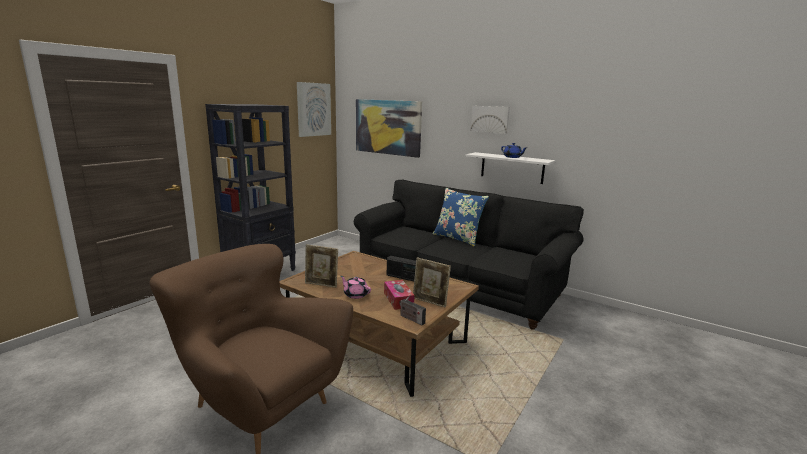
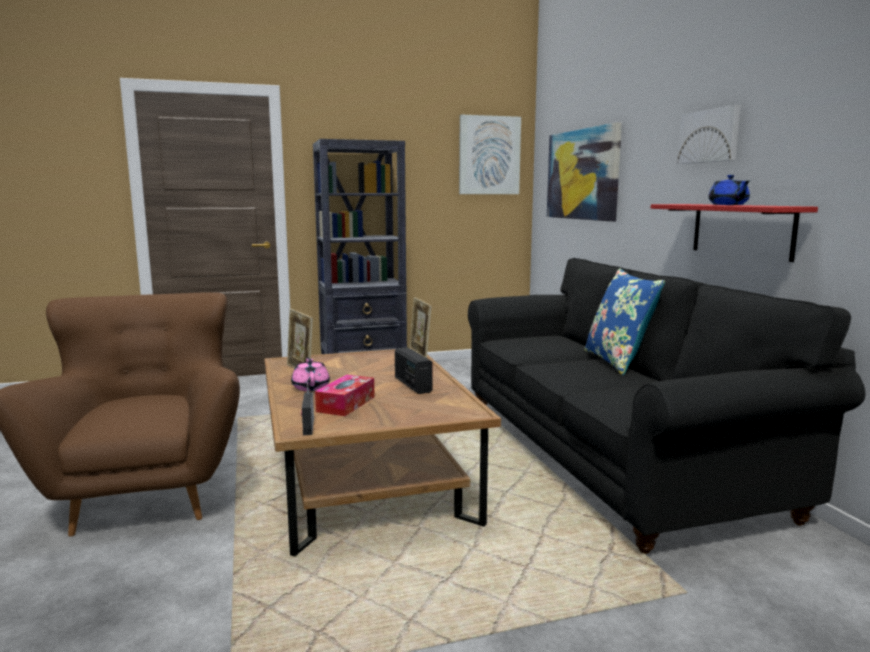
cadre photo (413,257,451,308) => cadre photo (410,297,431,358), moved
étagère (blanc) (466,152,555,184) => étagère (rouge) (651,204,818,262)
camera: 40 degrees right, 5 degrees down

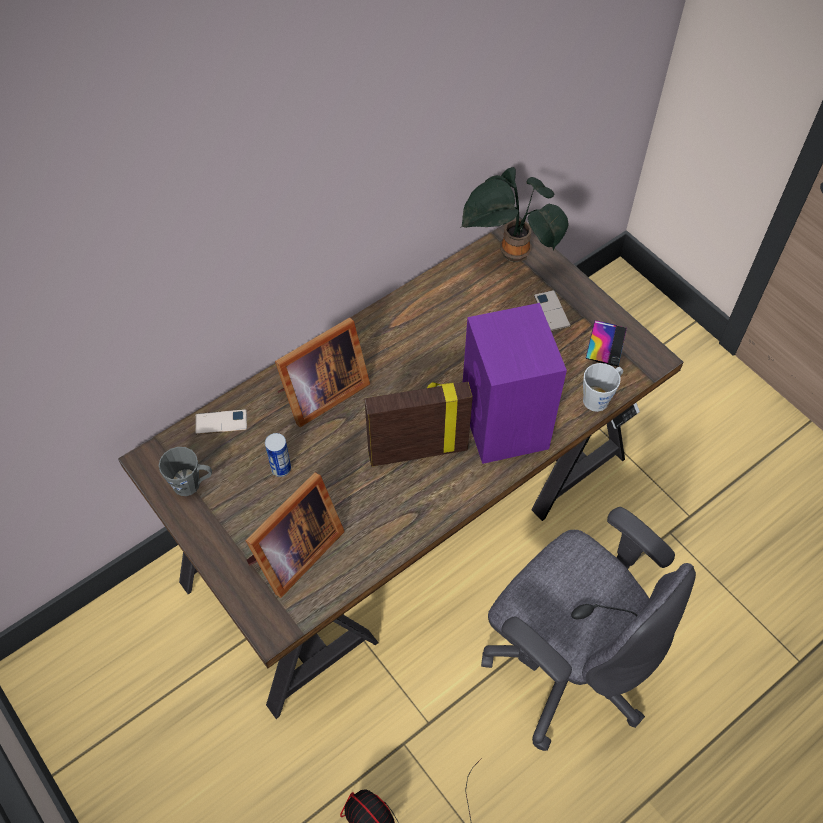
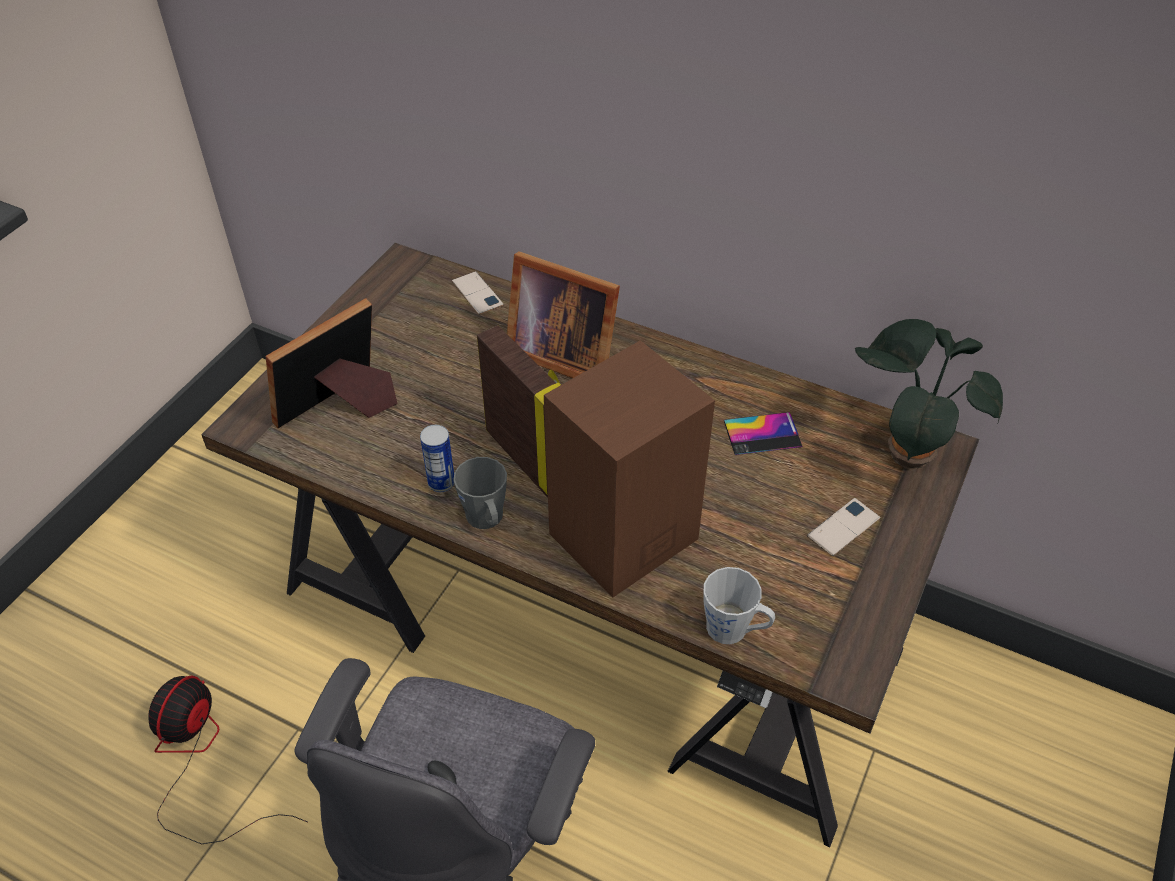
mug (gris) (159,447,212,496) => mug (gris) (453,457,507,529), moved
cadre photo (246,472,345,598) => cadre photo (266,298,398,428), 120 degrees clockwise
boîte métallique (265,433,291,477) => boîte métallique (420,425,454,492), moved
enceinte (violet) (463,303,567,464) => enceinte (marron) (544,340,715,598)
téléphone (586,320,627,367) => téléphone (724,412,802,455), moved
camera: 65 degrees right, 10 degrees down

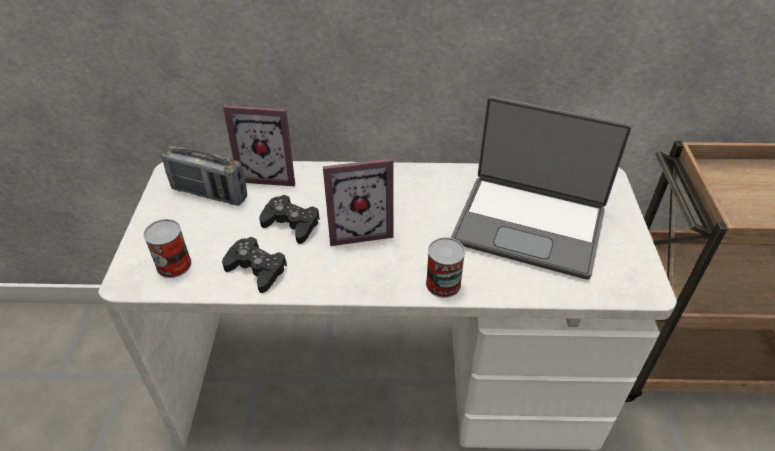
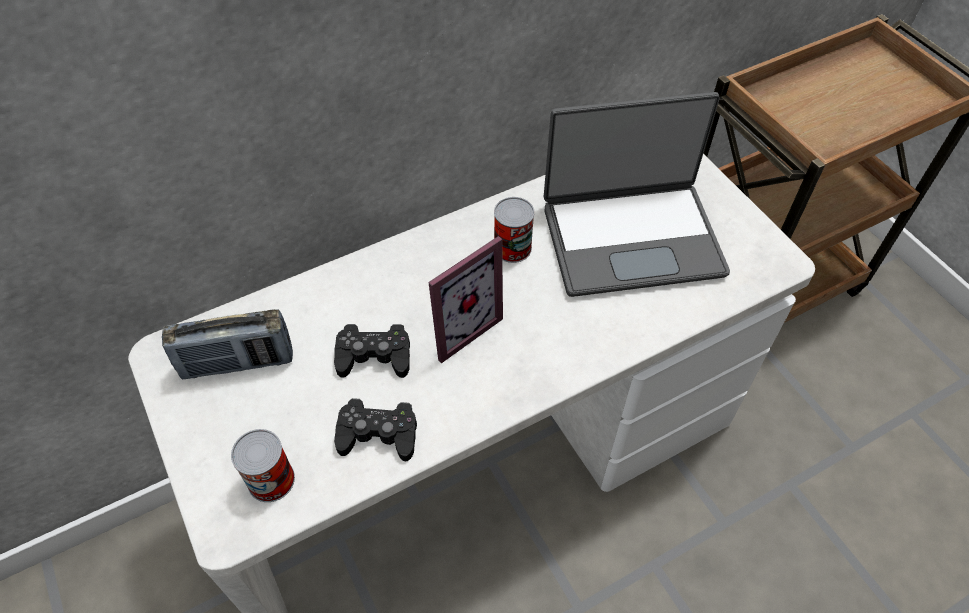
cadre photo (223,105,295,186) => nothing
boîte métallique (426,237,465,298) => boîte métallique (494,197,535,263), moved
camera: 30 degrees left, 10 degrees up

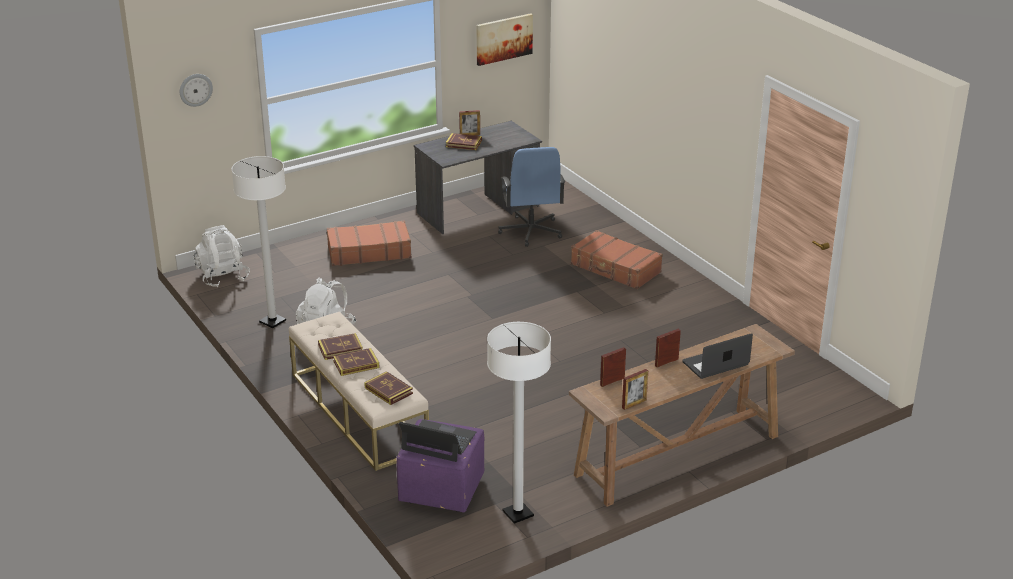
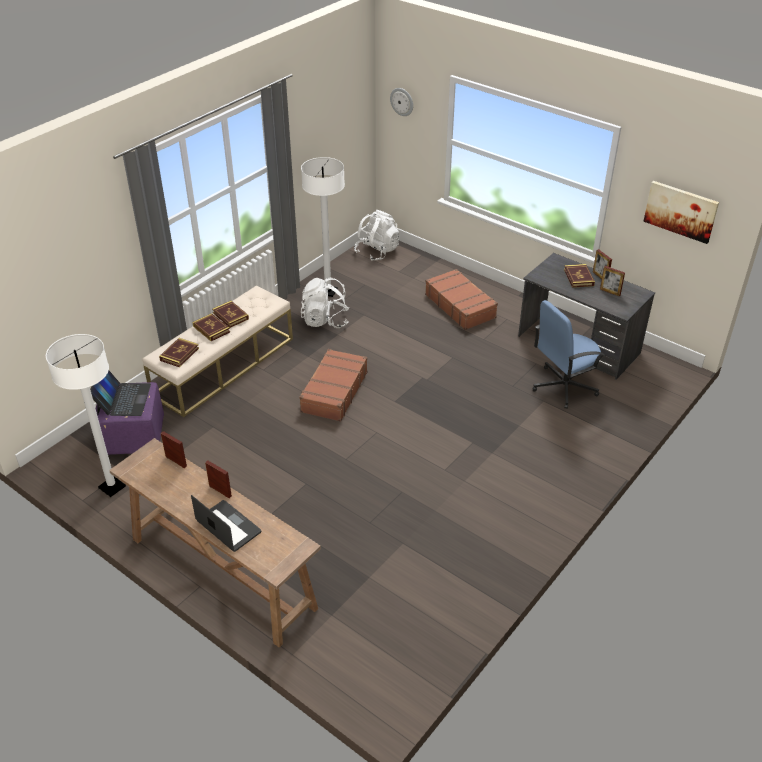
valise (marron) (571,230,663,289) => valise (marron) (299,349,368,422), moved
cadre photo (622,369,648,410) => cadre photo (600,266,625,296), moved
camera: 70 degrees right, 10 degrees up

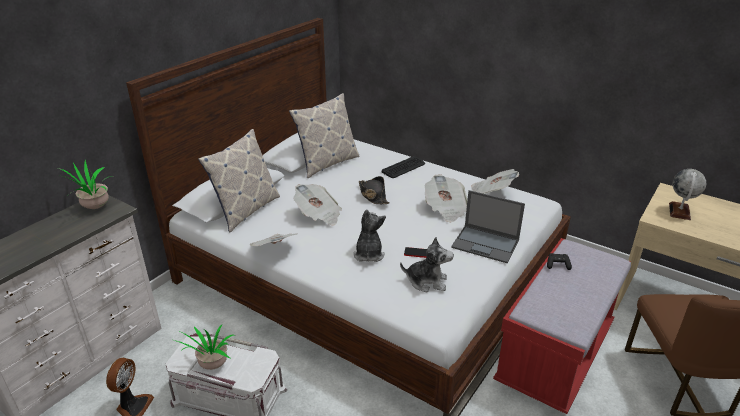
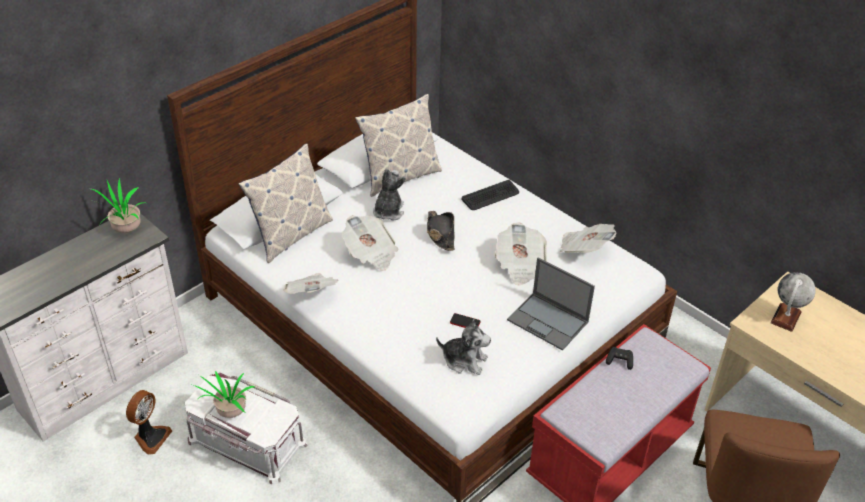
peluche (353,209,386,262) => peluche (373,169,406,221), moved
camera: 10 degrees right, 10 degrees up

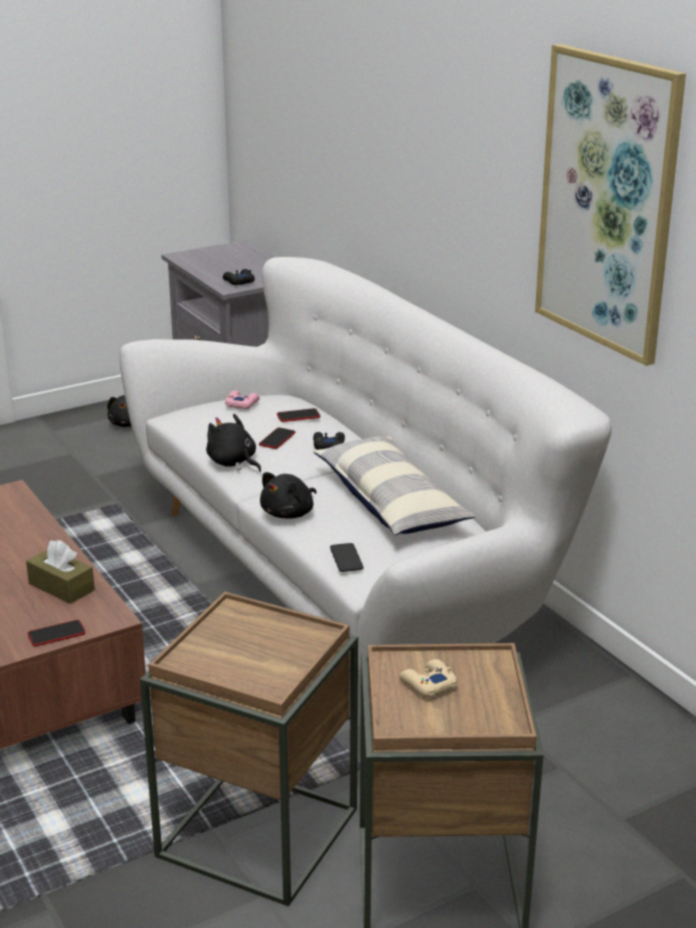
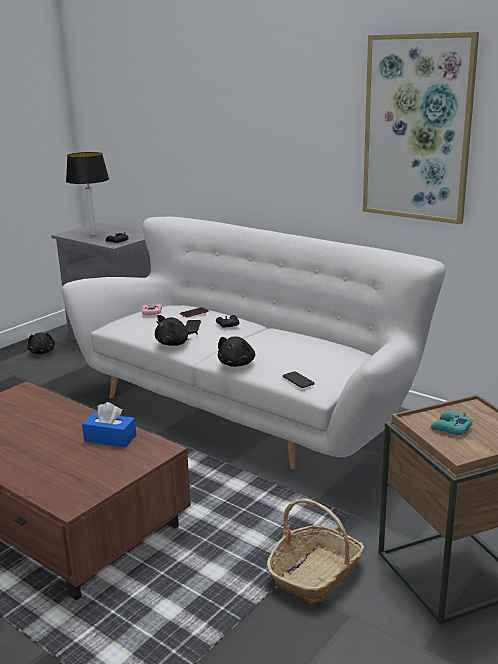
boîte à mouchoirs (marron) (26,540,95,604) => boîte à mouchoirs (bleu) (82,402,136,447)
téléphone (28,620,85,646) => nothing
table d'appoint (marron) (140,592,358,907) => panier (267,498,364,605)
peluche (noir) (206,414,261,472) => peluche (noir) (155,315,198,346), 60 degrees counterclockwise
coussin (313,436,476,535) => nothing
manette (beige) (399,659,457,697) => manette (turquoise) (431,411,473,435)
nothing => lampe de table (66,152,109,236)
camera: 20 degrees left, 5 degrees down

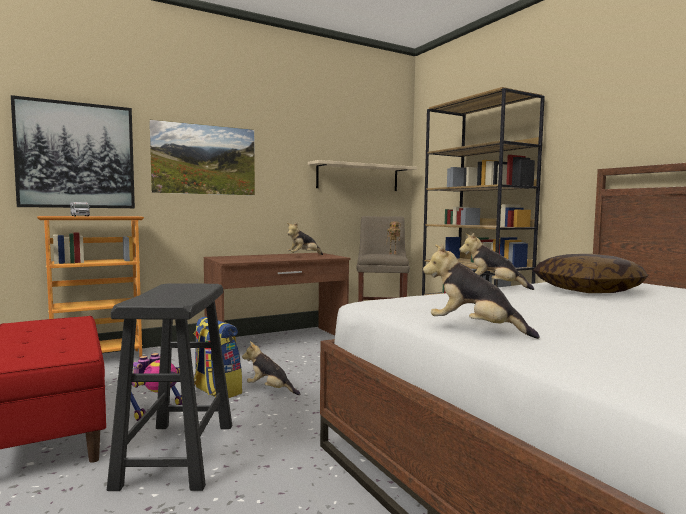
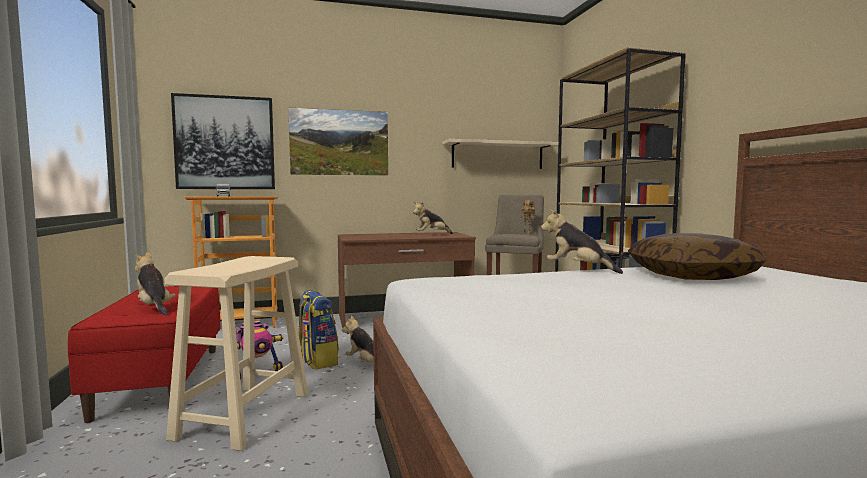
tabouret (noir) (107,283,232,491) => tabouret (beige) (164,256,308,451)
peluche (423,244,540,339) => peluche (135,252,175,315), moved
camera: 15 degrees right, 0 degrees up

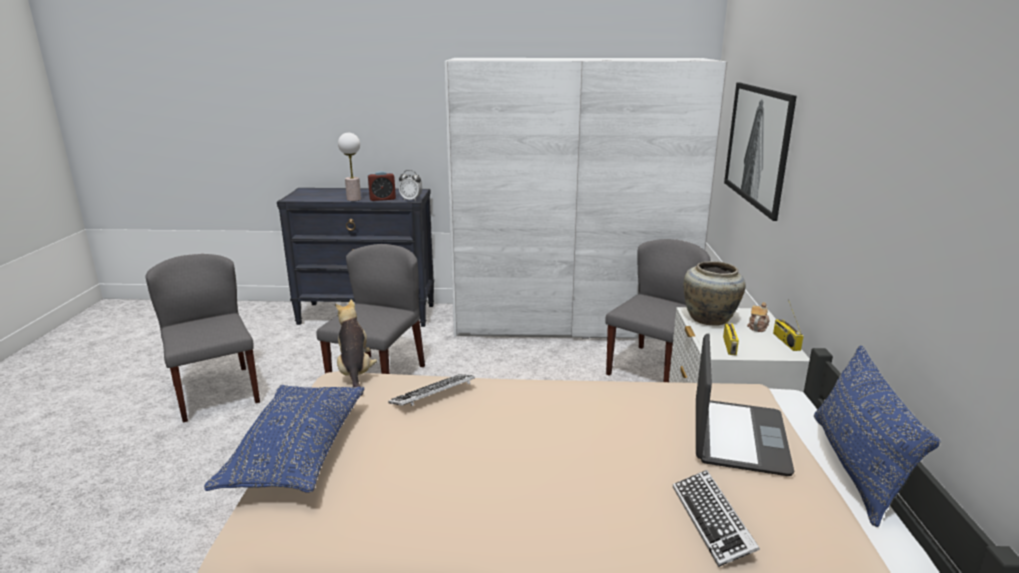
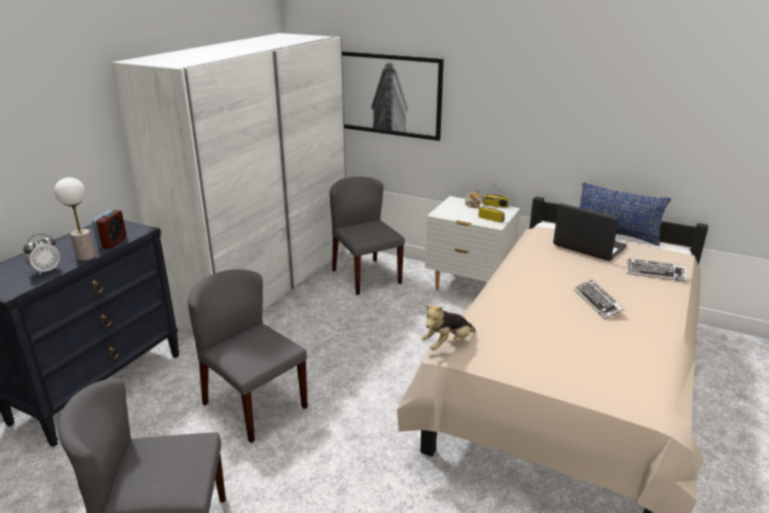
coussin (bleu) (204,385,365,493) => nothing
peluche (335,300,377,396) => peluche (421,305,476,350), 45 degrees counterclockwise
clavier (388,374,475,406) => clavier (574,280,624,319), moved
réveil (399,170,422,201) => réveil (23,234,60,275), moved
vase (beige) (683,261,746,326) => nothing
camera: 65 degrees left, 5 degrees up

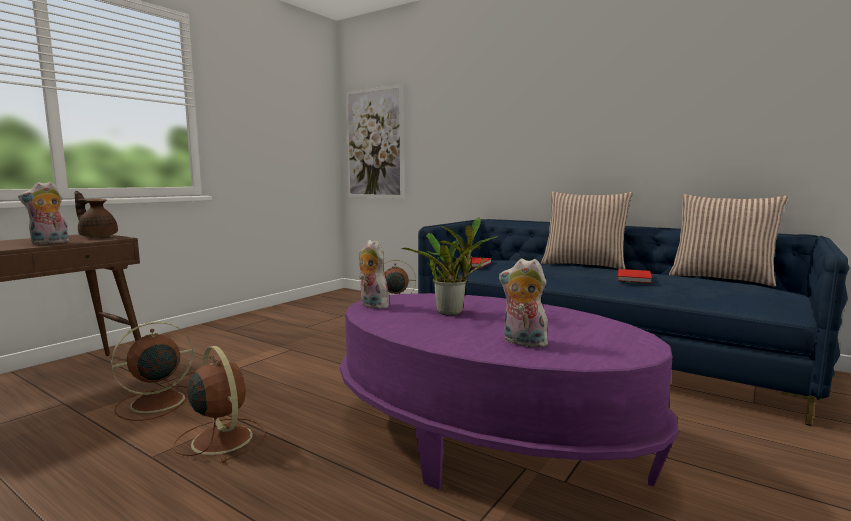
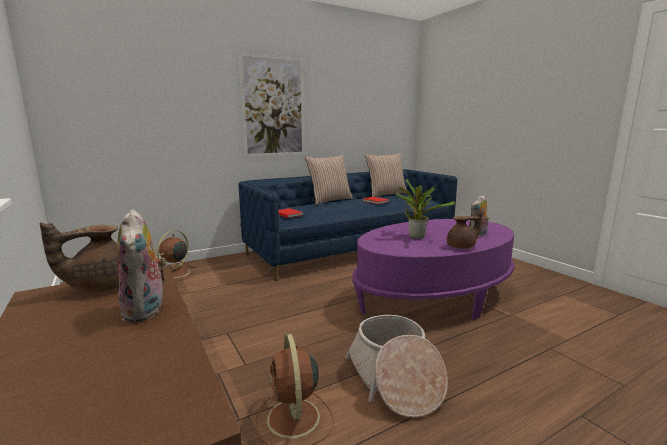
ventilateur (marron) (173,346,265,463) => panier (345,315,448,418)
tableau (345,84,404,198) => tableau (239,52,305,157), moved
peluche (359,240,389,309) => nothing
nothing => théière (marron) (447,209,482,249)
camera: 65 degrees left, 5 degrees up

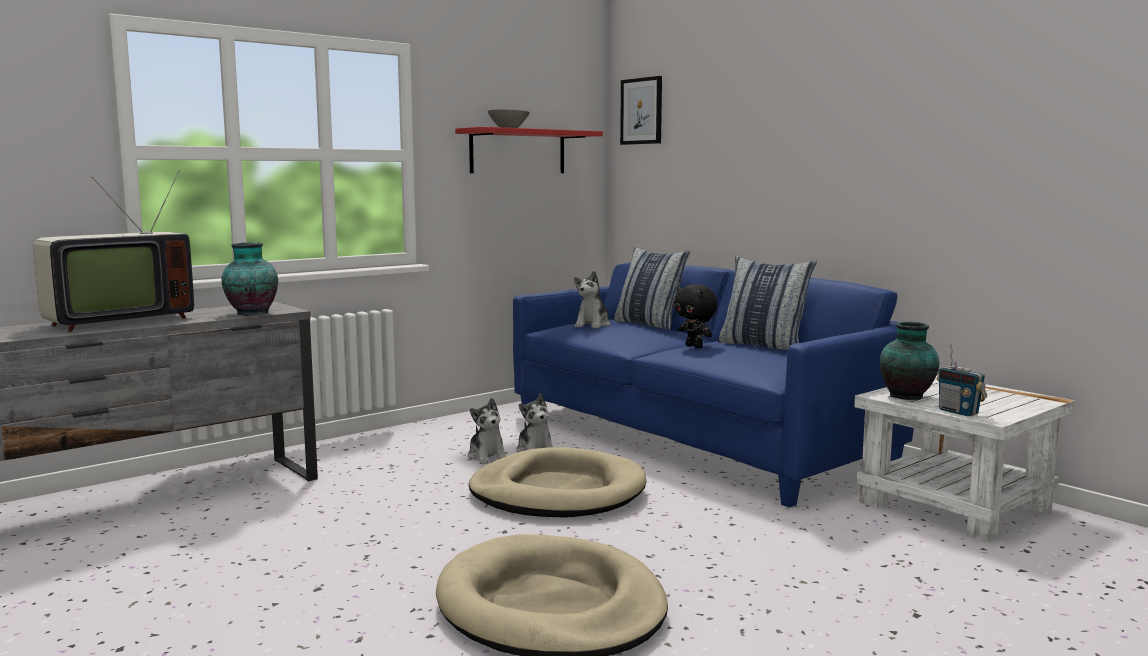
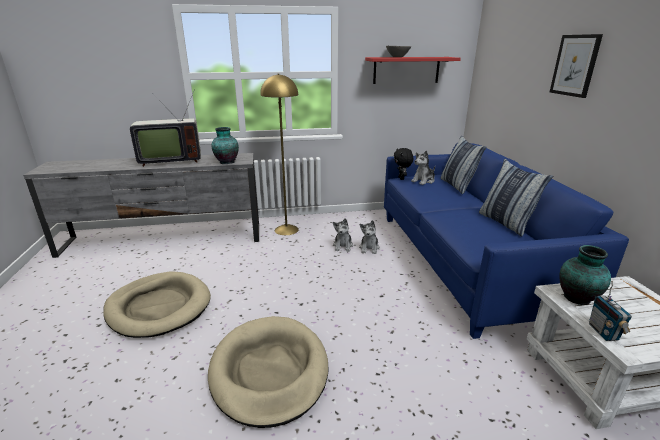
panier pour chien (beige) (469,447,646,517) => panier pour chien (beige) (103,271,211,338), moved
tableau (620,76,662,145) => tableau (550,34,603,98), moved
peluche (noir) (674,284,718,348) => peluche (noir) (394,148,413,180), moved
nothing => lampadaire (jaune) (260,74,299,235)
camera: 30 degrees right, 15 degrees up

